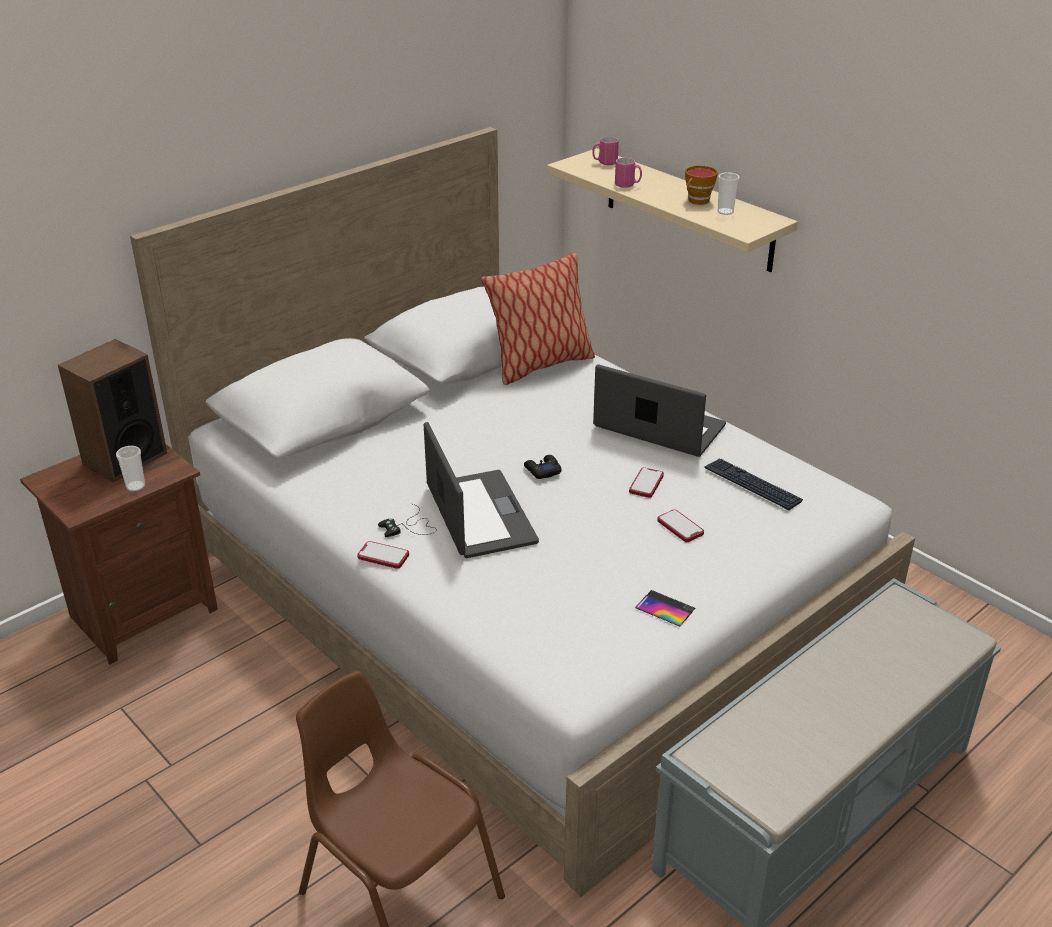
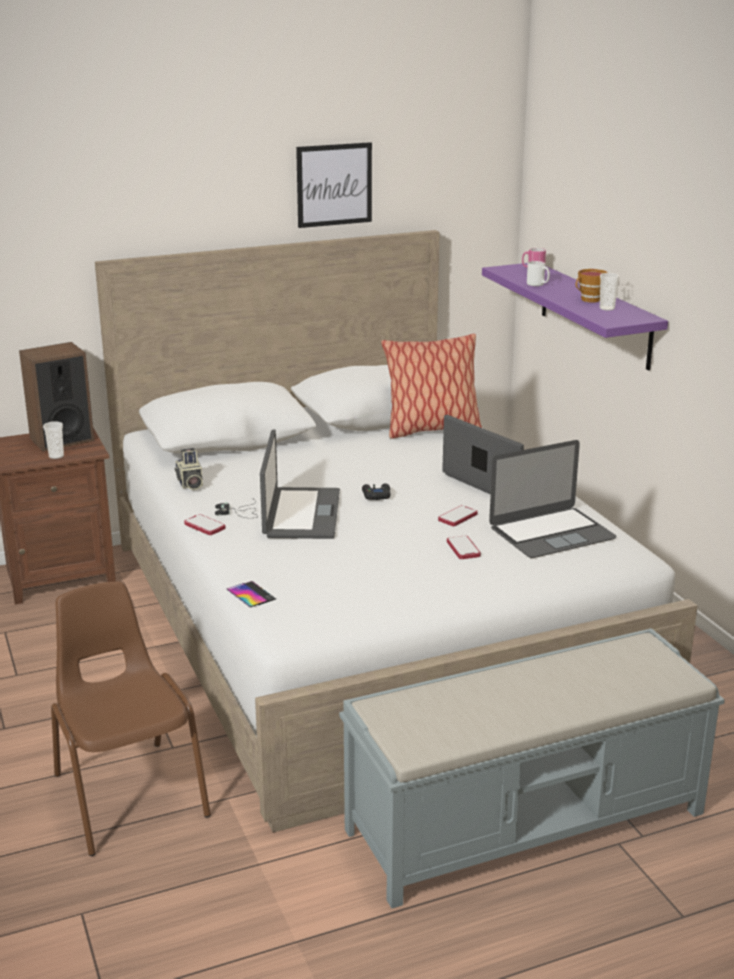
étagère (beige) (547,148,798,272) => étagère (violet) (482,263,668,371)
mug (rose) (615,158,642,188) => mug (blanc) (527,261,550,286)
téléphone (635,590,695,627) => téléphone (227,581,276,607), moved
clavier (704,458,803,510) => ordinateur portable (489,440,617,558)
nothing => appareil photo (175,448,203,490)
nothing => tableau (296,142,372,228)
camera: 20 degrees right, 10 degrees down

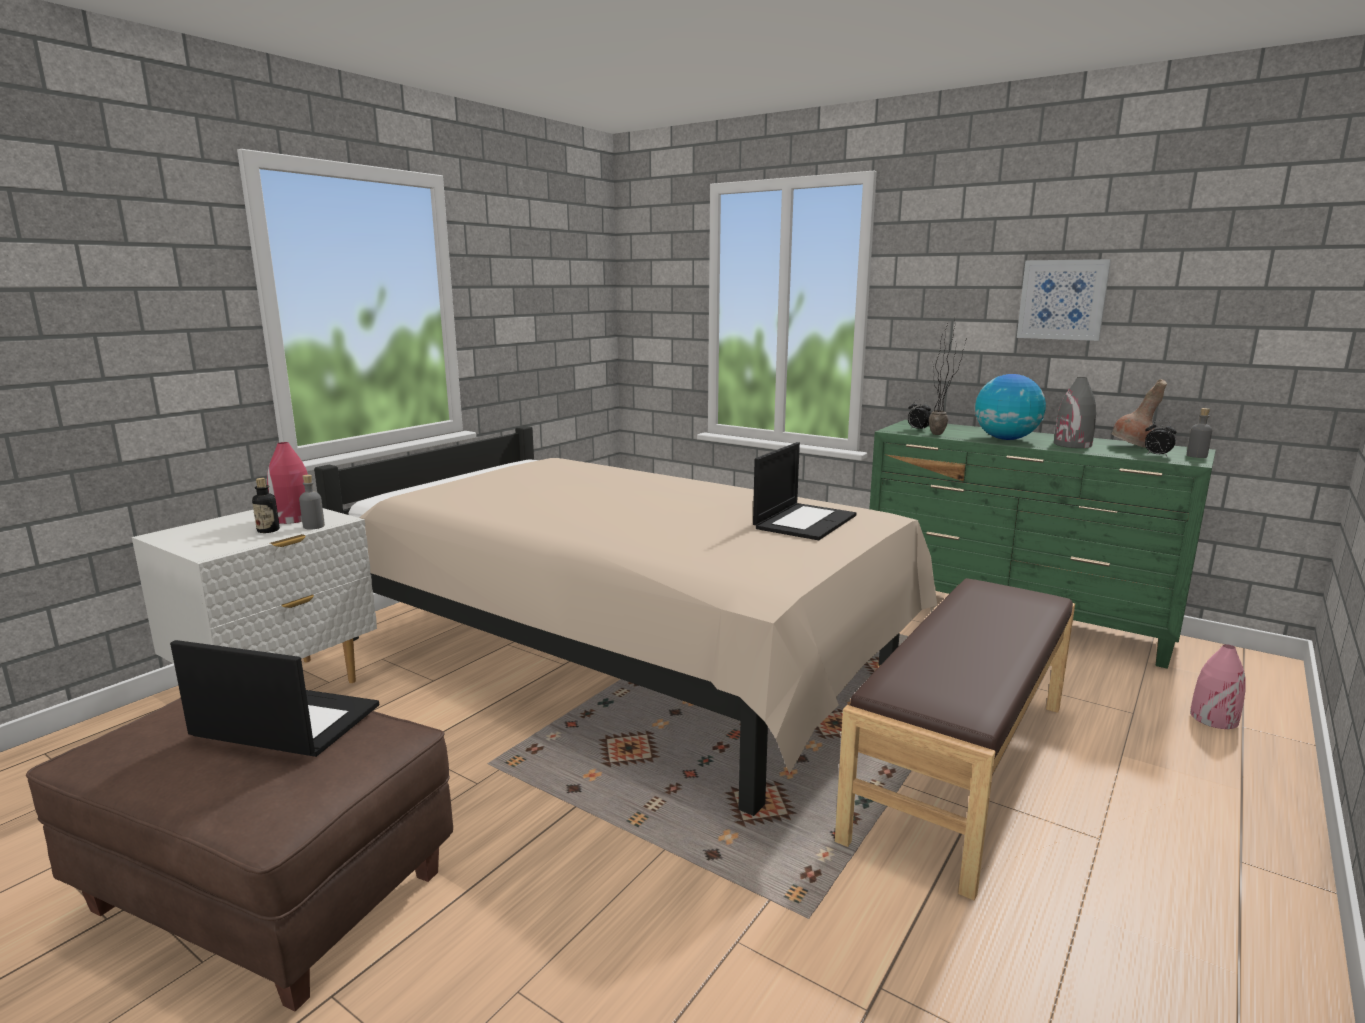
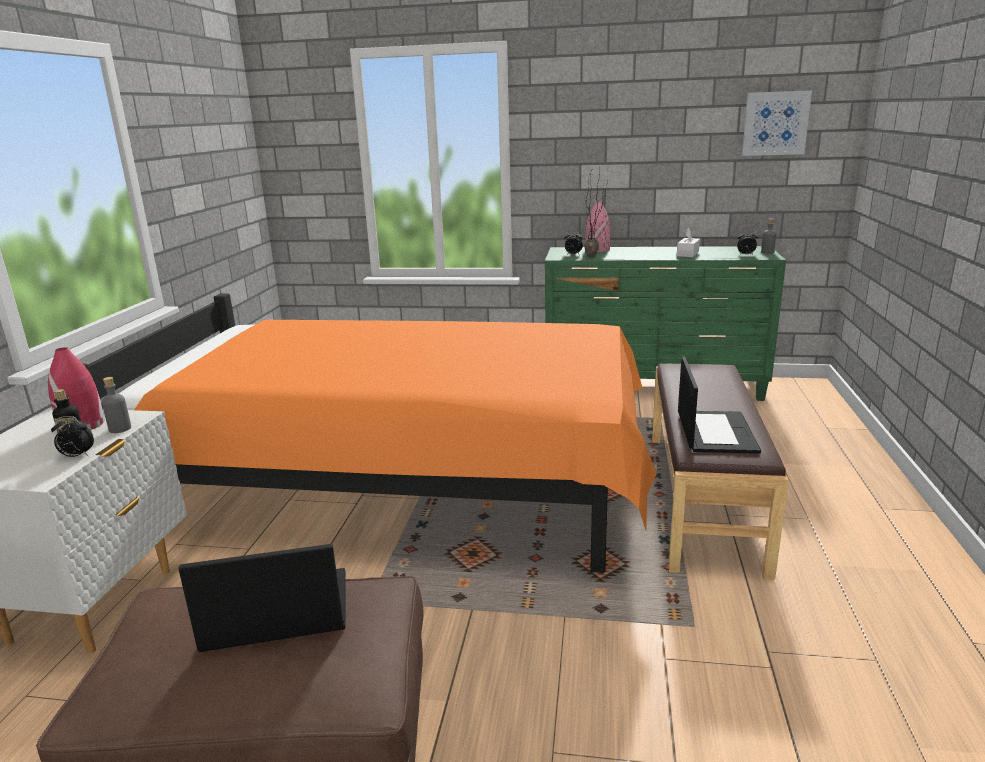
lit (beige) (314,426,937,816) => lit (orange) (83,293,656,573)
ordinateur portable (753,442,856,540) => ordinateur portable (678,356,761,454), moved
globe (975,374,1046,440) => nothing
tableau (1017,259,1111,341) => tableau (742,90,812,156), moved
vase (gris) (1054,377,1096,448) => boîte à mouchoirs (blanc) (677,228,700,257)
vase (marron) (1111,379,1167,448) => nothing
vase (rose) (1190,644,1246,729) => vase (rose) (585,202,610,252), moved
nothing => réveil (51,416,94,458)
camera: 25 degrees left, 5 degrees up

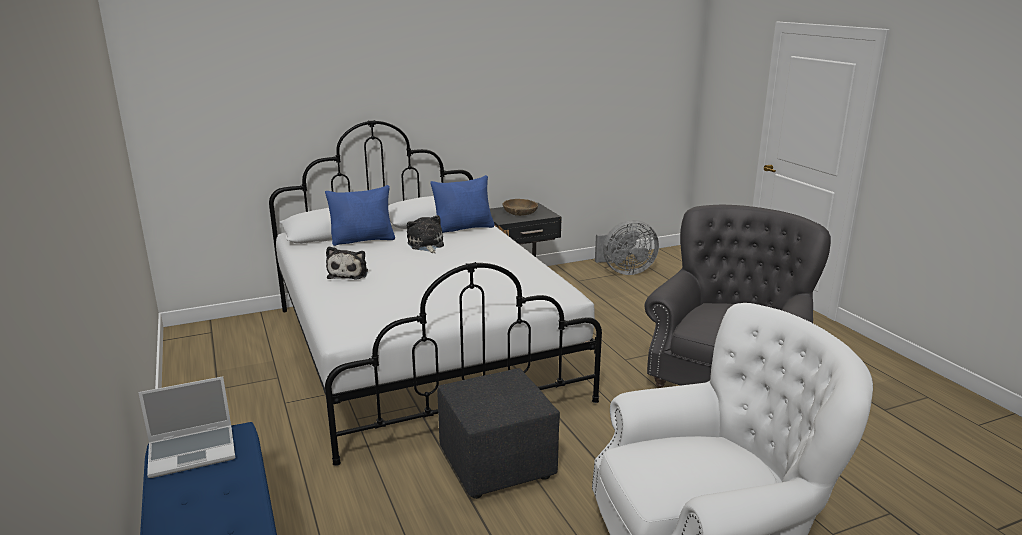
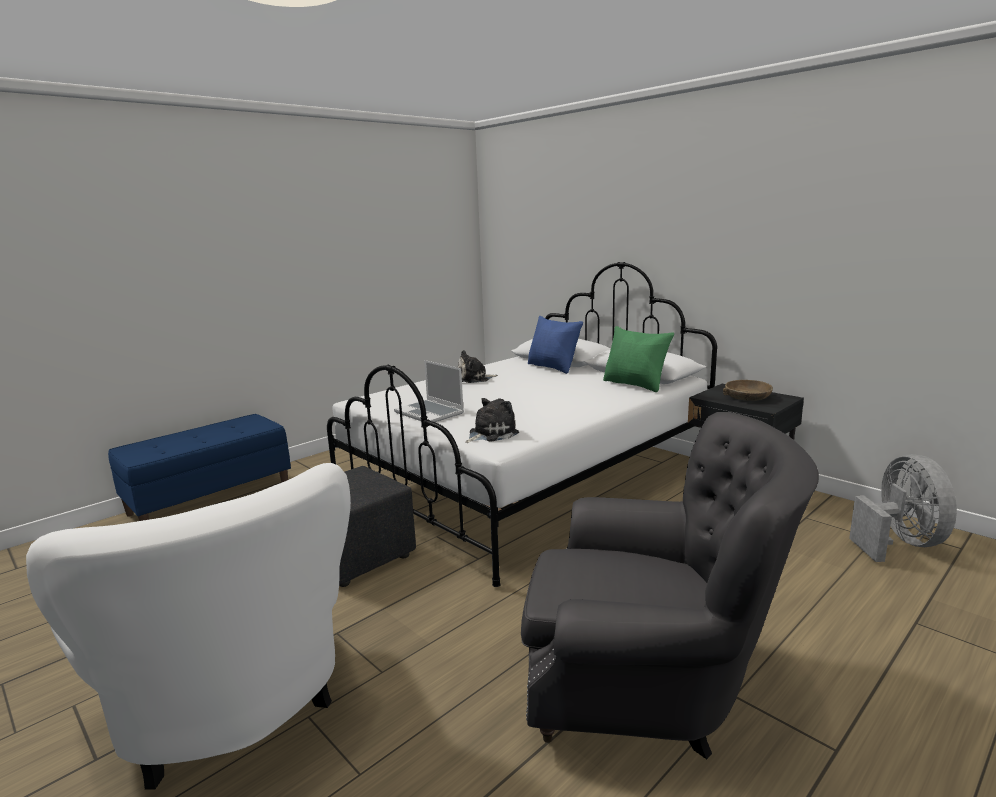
ordinateur portable (138,376,235,478) => ordinateur portable (394,360,464,422), moved
peluche (407,215,444,253) => peluche (465,398,519,443), moved
coussin (bleu) (430,175,495,233) => coussin (vert) (603,326,674,392)
ventilateur (gris) (595,220,659,275) => ventilateur (gris) (849,454,957,562), 150 degrees counterclockwise
camera: 70 degrees right, 5 degrees down

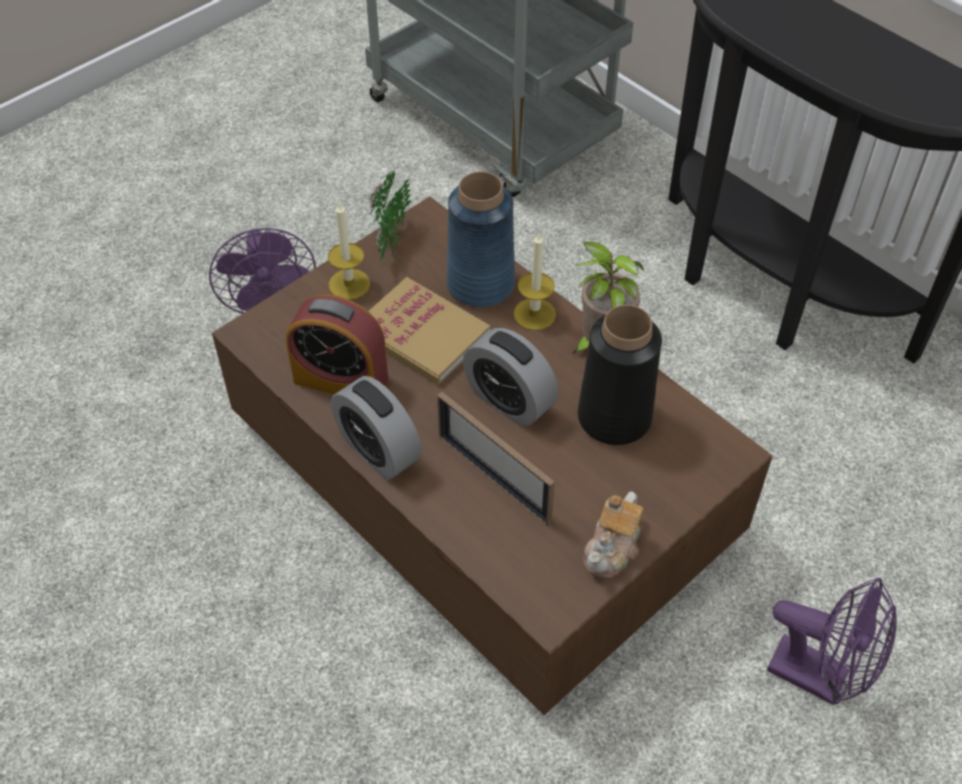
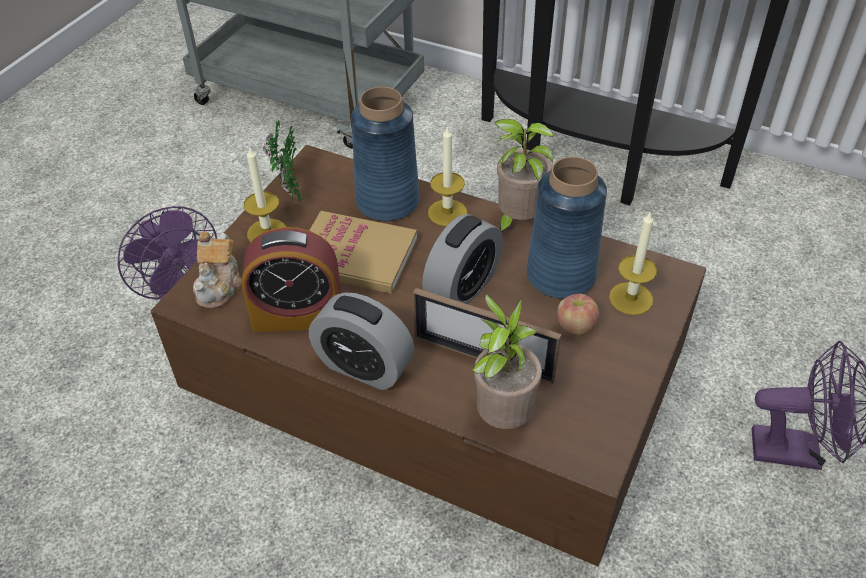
réveil (463,328,559,427) => réveil (422,214,503,304), 75 degrees counterclockwise
vase (noir) (578,305,662,445) => vase (bleu) (527,157,607,299)
théière (583,492,643,578) => théière (193,231,242,308), moved
nothing => plante en pot (472,294,542,429)
nothing => pomme (557,294,599,335)
nothing => bougie (609,212,657,315)
camera: 20 degrees left, 5 degrees down

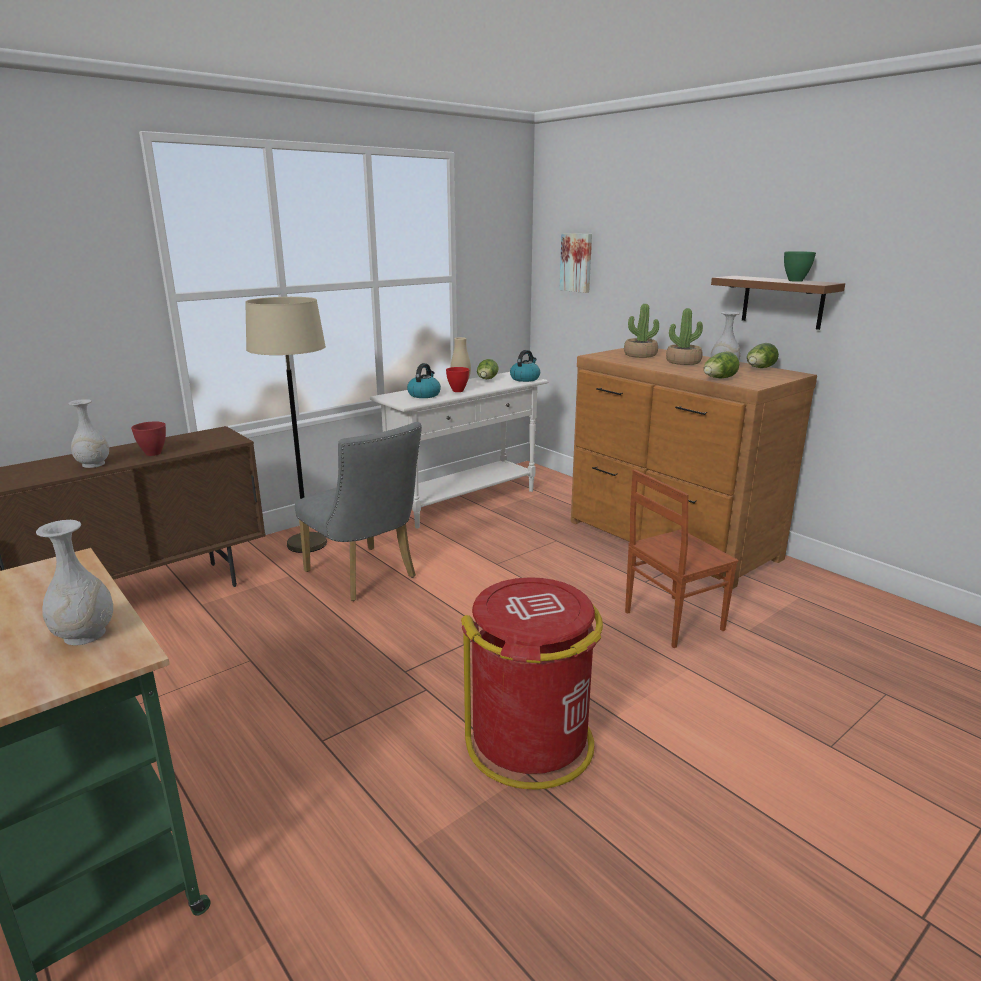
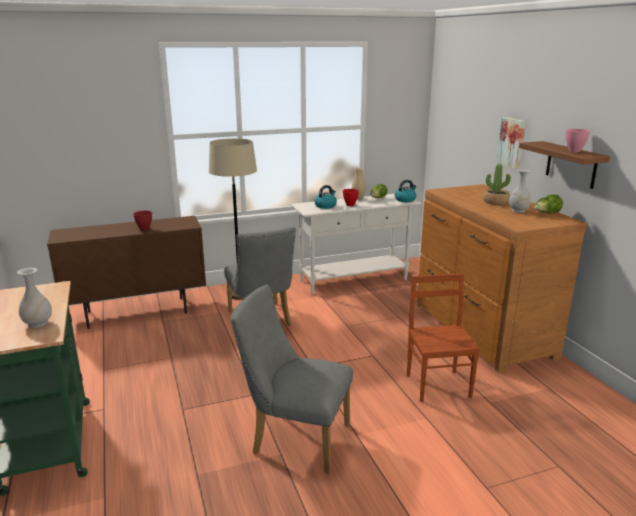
vase (blanc) (68,399,109,468) => nothing
poubelle (rouge) (461,577,603,790) => chaise (gris) (230,285,353,474)
tableau (559,233,592,293) => tableau (496,117,526,169), moved
plante en pot (624,304,659,358) => nothing
chaise (marron) (625,469,738,648) => chaise (marron) (407,274,480,402), 90 degrees clockwise
laitue (704,351,739,378) => nothing
bol (vert) (784,251,816,282) => bol (rose) (566,129,590,152)
camera: 20 degrees right, 0 degrees up

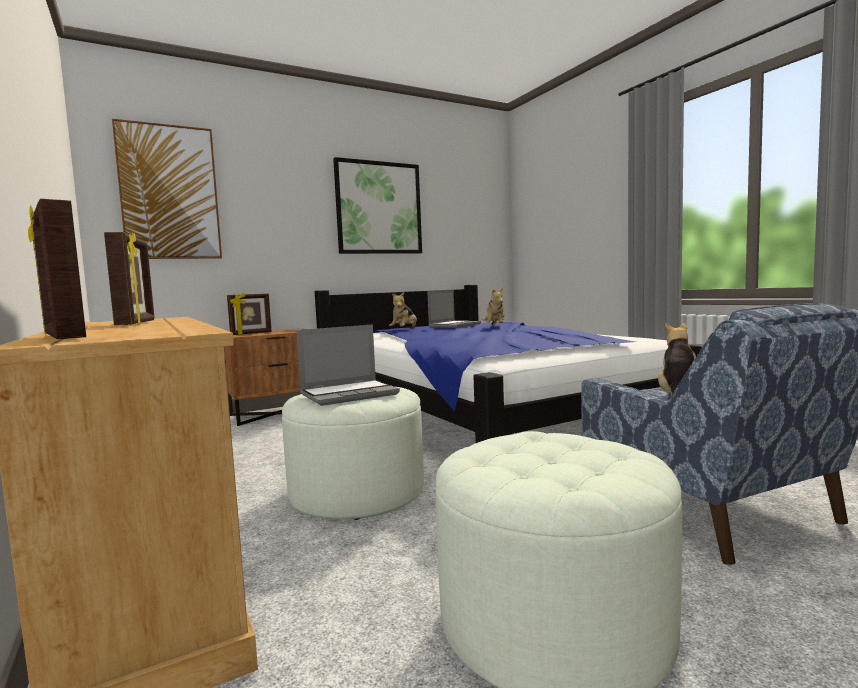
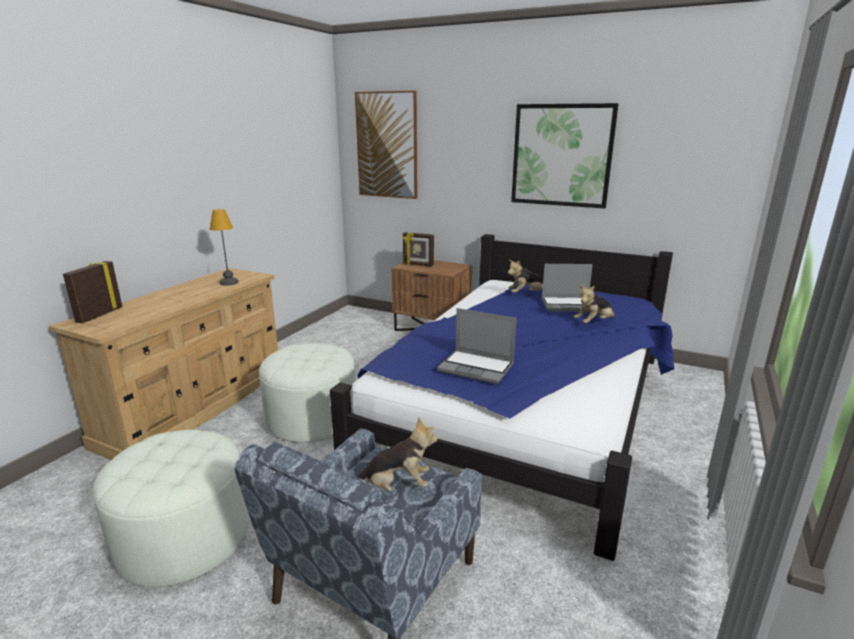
cadre photo (104,231,155,326) => nothing
ordinateur portable (296,324,400,406) => ordinateur portable (437,308,517,384), moved
nothing => lampe de table (210,209,239,286)
camera: 55 degrees right, 15 degrees up

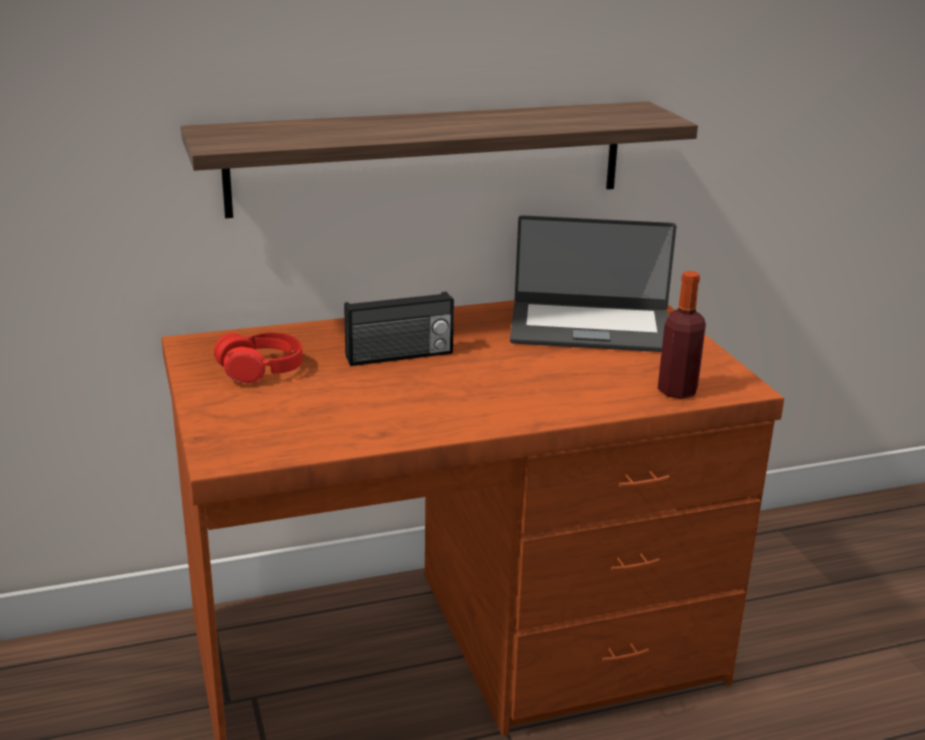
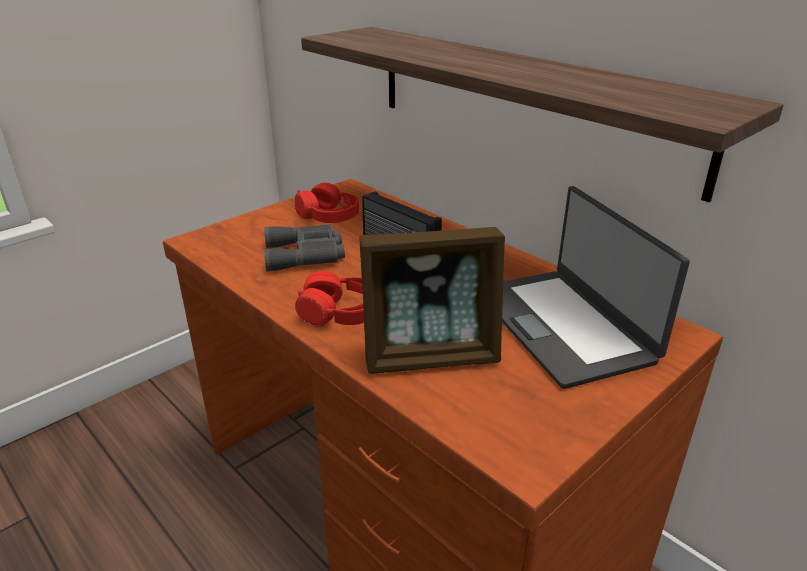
bouteille (658,271,706,399) => nothing
nothing => jumelles (gris) (264,224,345,271)
nothing => casque audio (rouge) (295,271,364,327)
nothing => cadre photo (359,227,505,374)
camera: 65 degrees right, 5 degrees up

